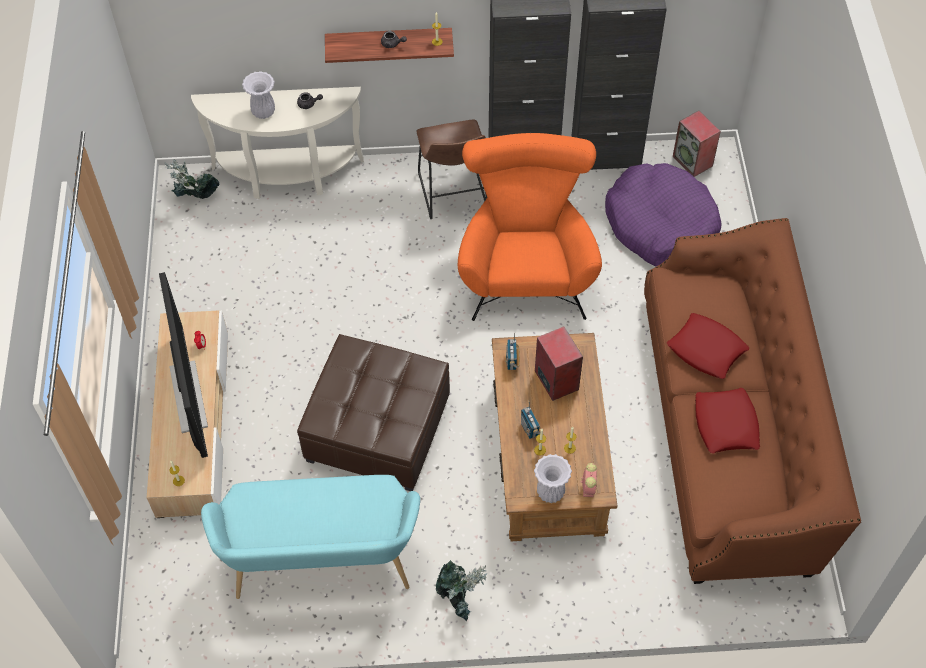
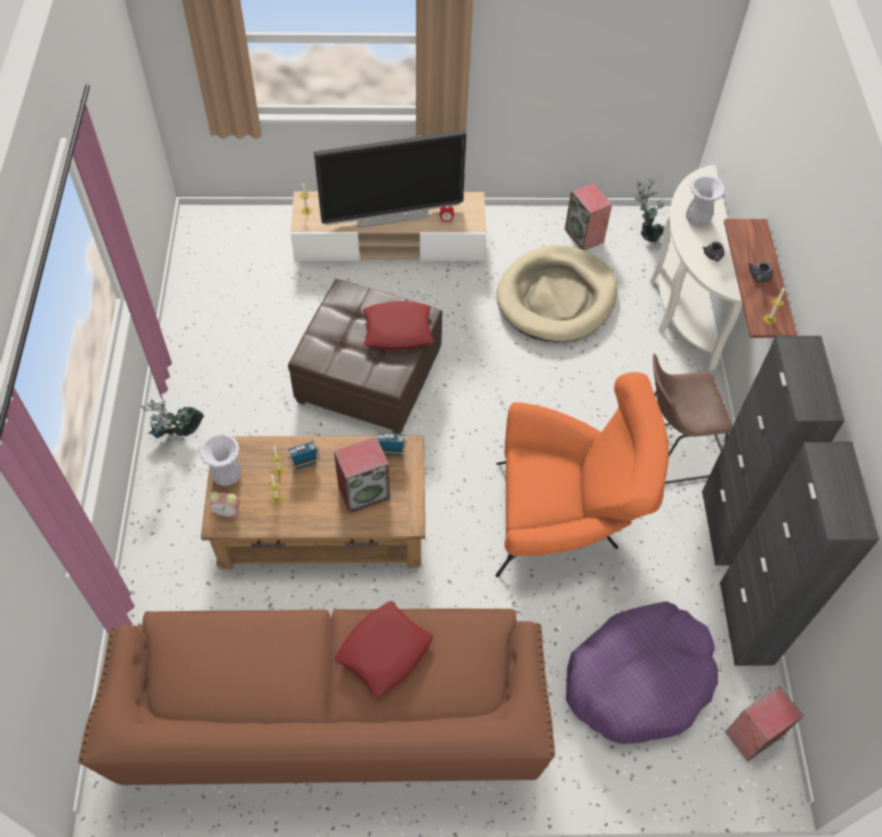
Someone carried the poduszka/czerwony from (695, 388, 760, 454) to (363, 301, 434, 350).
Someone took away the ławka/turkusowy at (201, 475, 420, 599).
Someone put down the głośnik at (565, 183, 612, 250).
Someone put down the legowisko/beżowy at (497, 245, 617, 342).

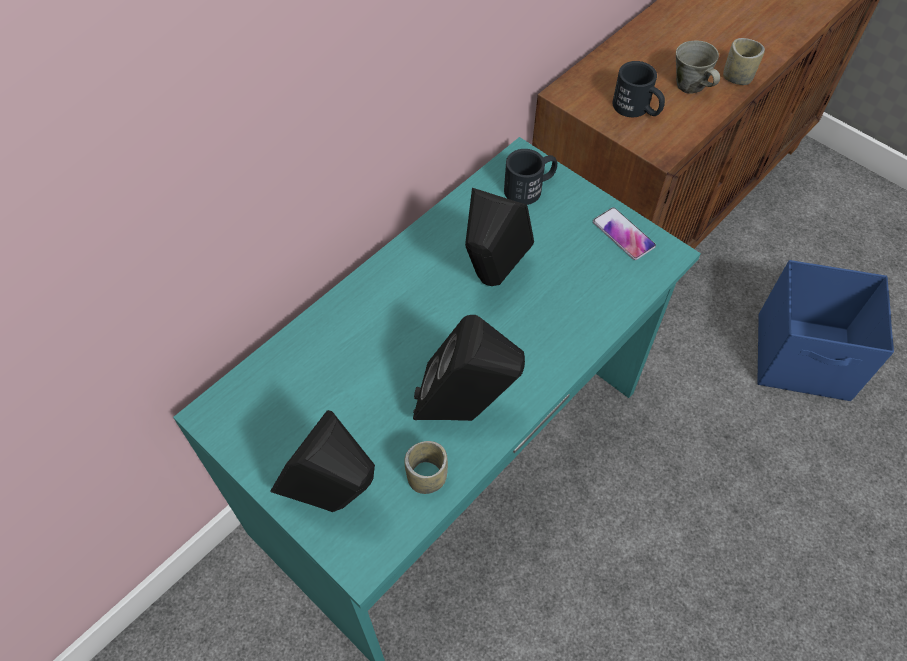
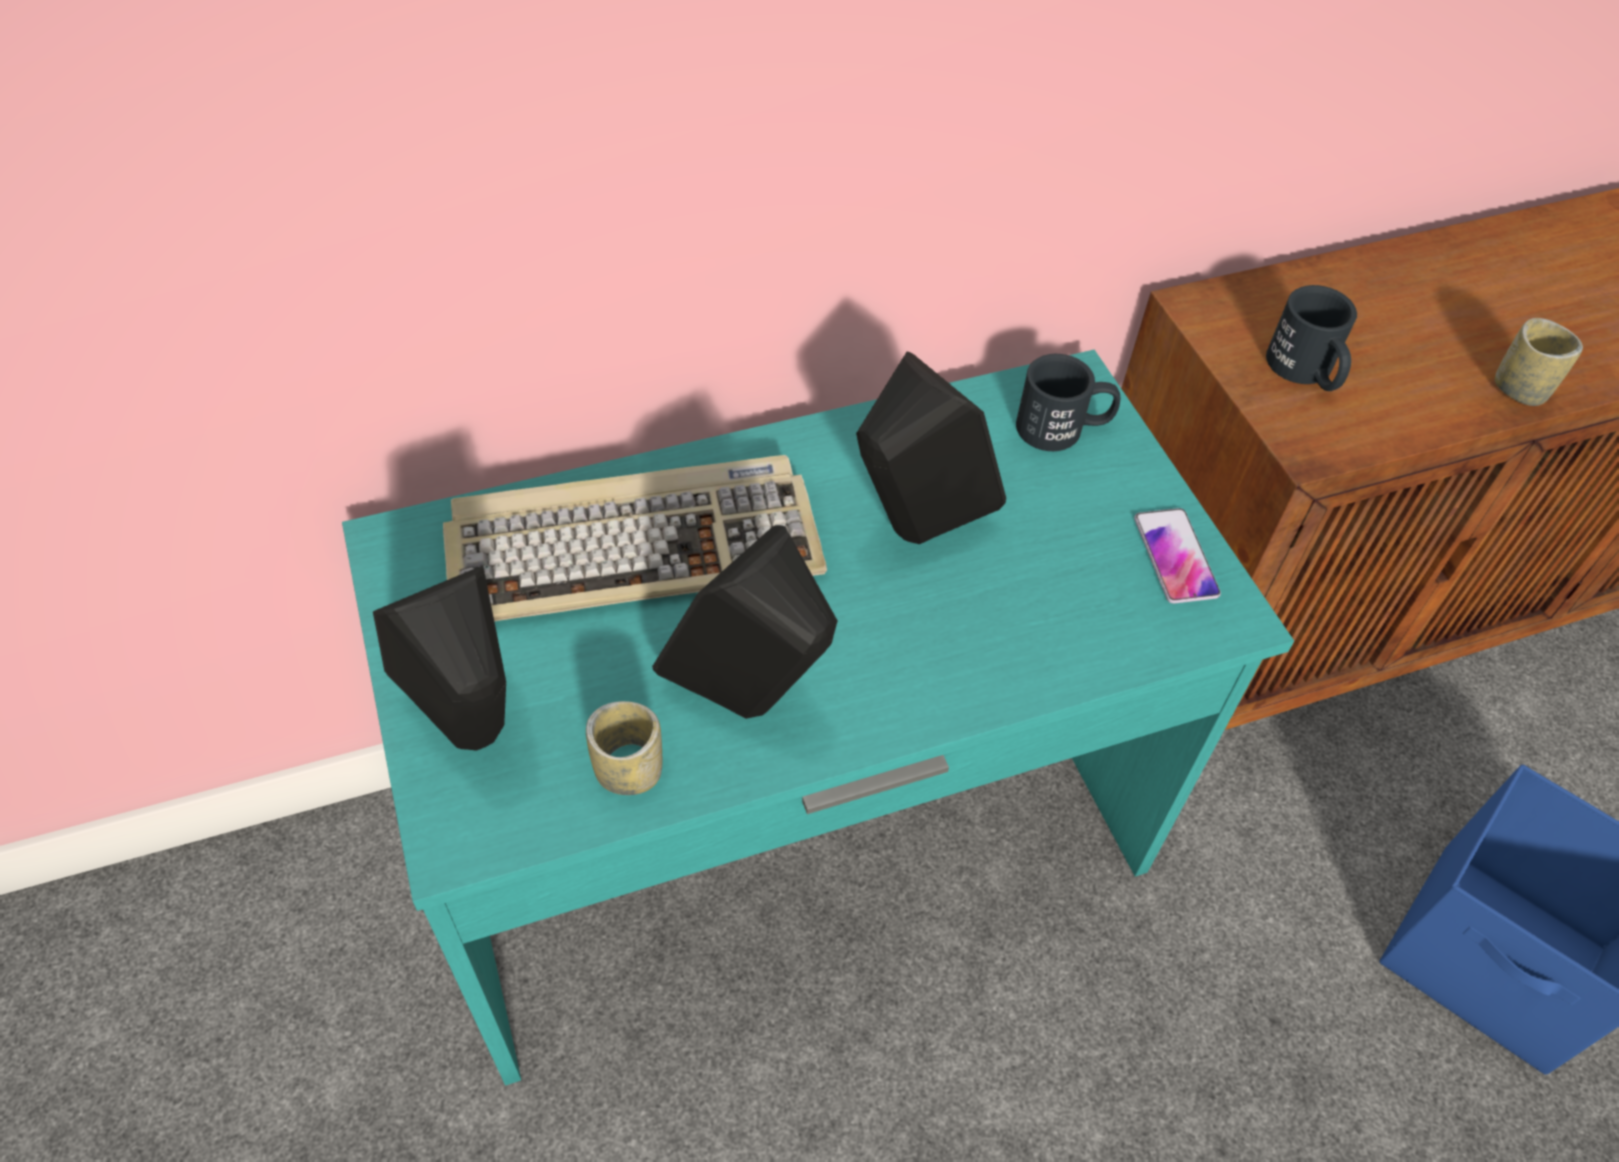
Someone took away the kubek/szary at (676, 41, 720, 94).
Someone put down the klawiatura at (443, 455, 827, 621).

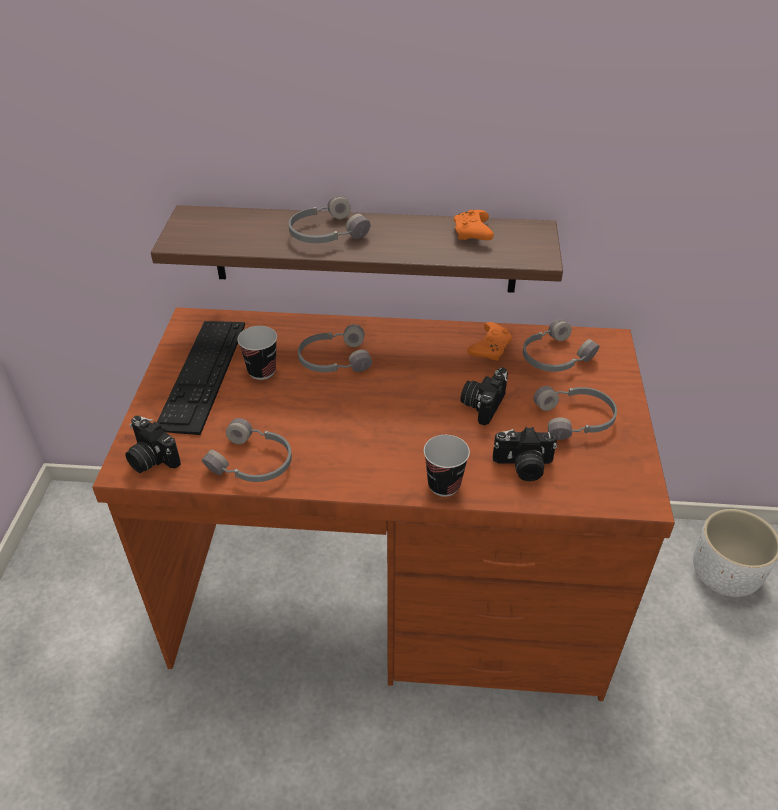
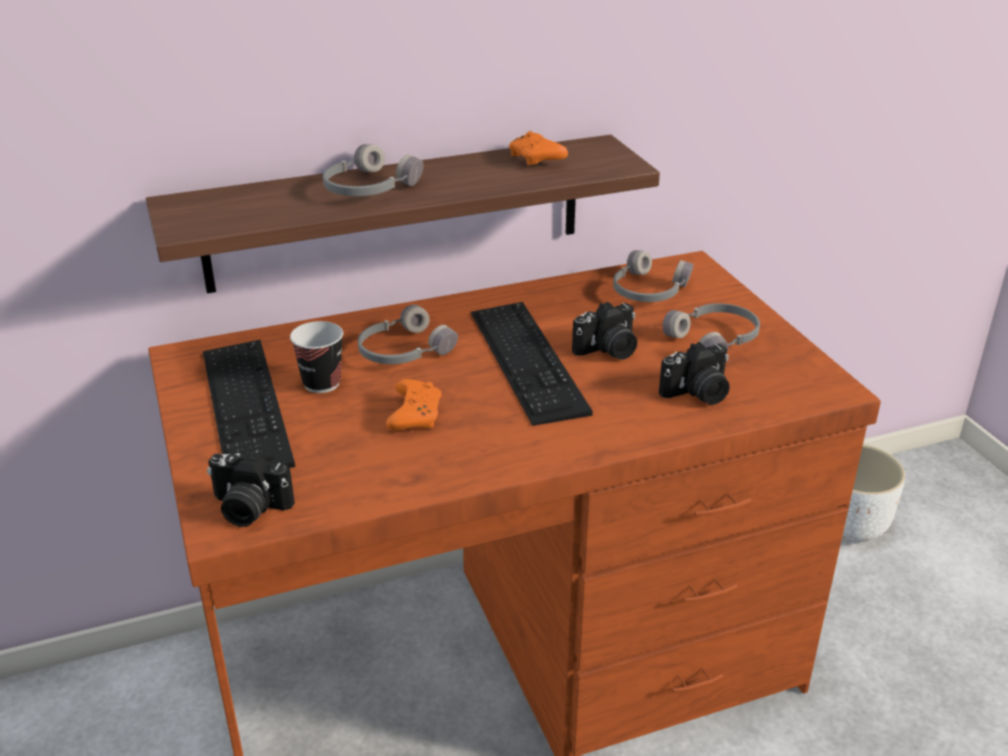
Someone carried the pad do gier/pomarańczowy from (467, 322, 512, 361) to (386, 379, 442, 430).
Someone rotated the aparat fotograficzny at (460, 367, 508, 426) by 120 degrees counterclockwise.
Someone took away the słuchawki/szary at (202, 418, 292, 482).
Someone took away the filiżanka at (424, 435, 470, 497).
Someone put down the klawiatura at (471, 302, 593, 426).

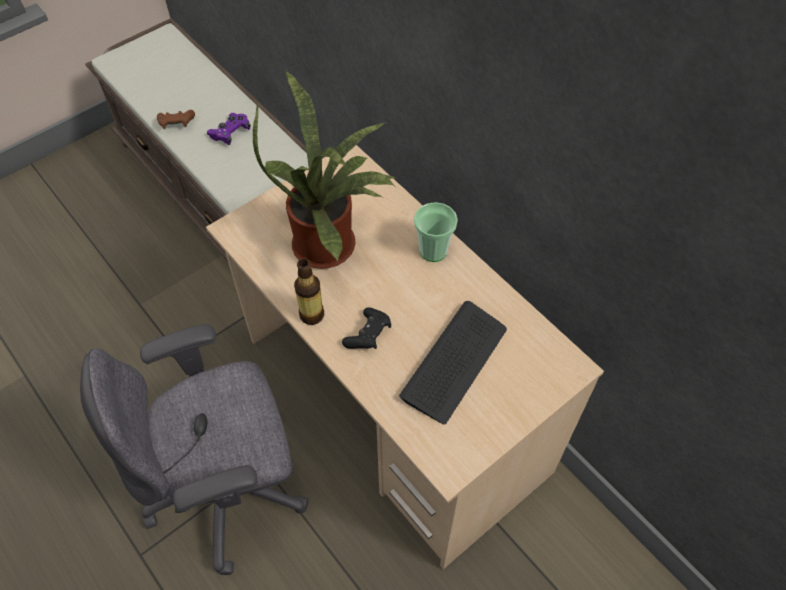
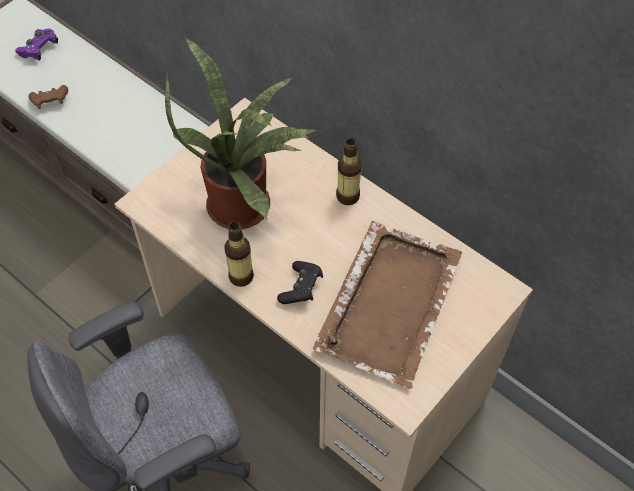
Someone carried the pad do gier/fioletowy from (207, 113, 251, 145) to (15, 29, 58, 60).
Someone swapped the filiżanka at (414, 202, 458, 262) for the butelka at (336, 138, 362, 205).
Someone swapped the klawiatura at (399, 301, 507, 424) for the taca/brązowy at (313, 221, 462, 389).

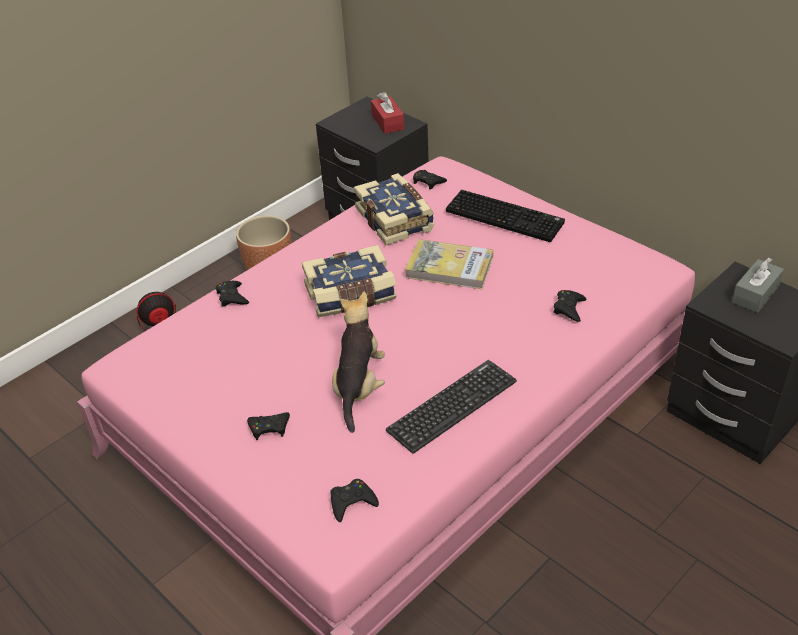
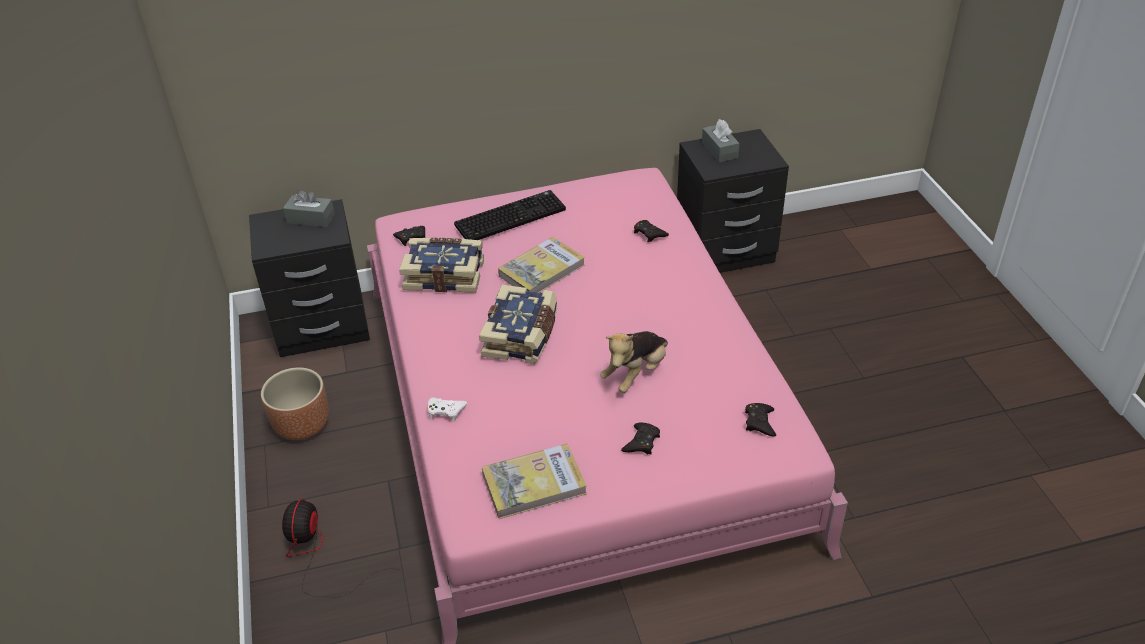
Someone repainted the pudełko chusteczek/czerwony at (371, 92, 405, 134), which became the pudełko chusteczek/szary at (283, 189, 335, 227).
Someone repainted the pad do gier/czarny at (216, 281, 249, 307), which became the pad do gier/biały at (428, 397, 468, 422).
Someone rotated the pluszak at (332, 291, 385, 433) by 90 degrees counterclockwise.
Someone took away the klawiatura at (386, 360, 517, 454).
Someone put down the książka at (482, 443, 587, 519).

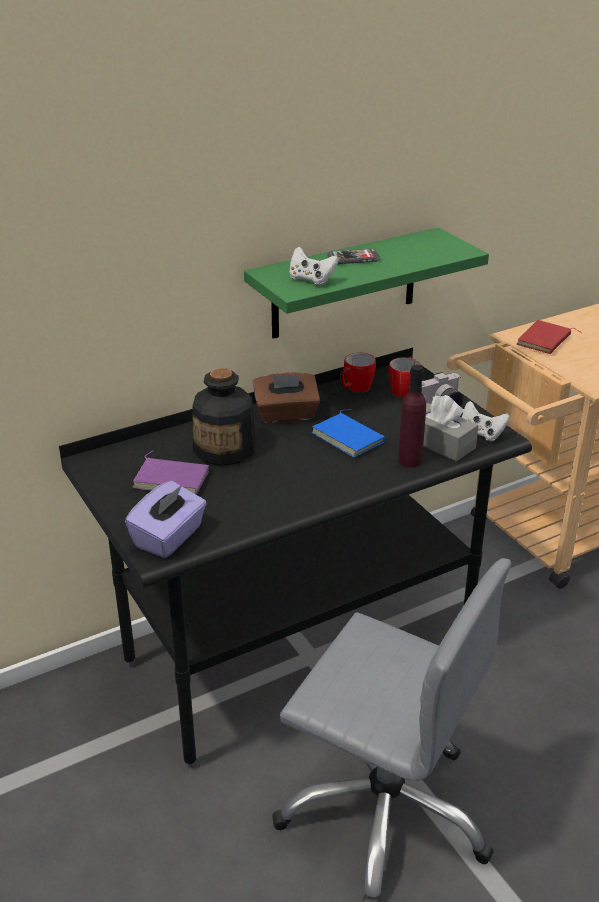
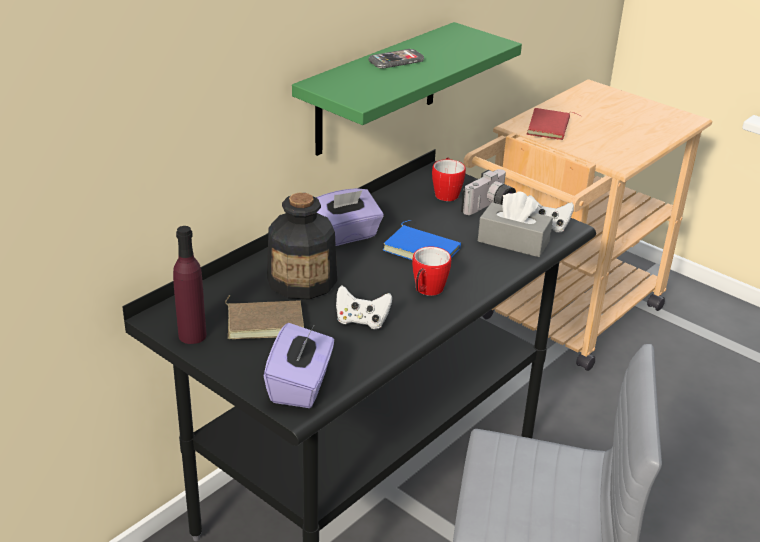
Someone carried the pad do gier/biały from (289, 247, 339, 285) to (336, 285, 392, 329).
Someone carried the kubek from (340, 353, 376, 392) to (412, 247, 451, 296).
Someone carried the butelka/fioletowy from (398, 365, 426, 468) to (173, 226, 207, 344).
Someone repainted the pudełko chusteczek/brązowy at (252, 373, 320, 423), which became the pudełko chusteczek/fioletowy at (316, 188, 384, 246).
Someone repainted the książka/fioletowy at (133, 451, 209, 495), which became the książka/brązowy at (225, 295, 304, 339).

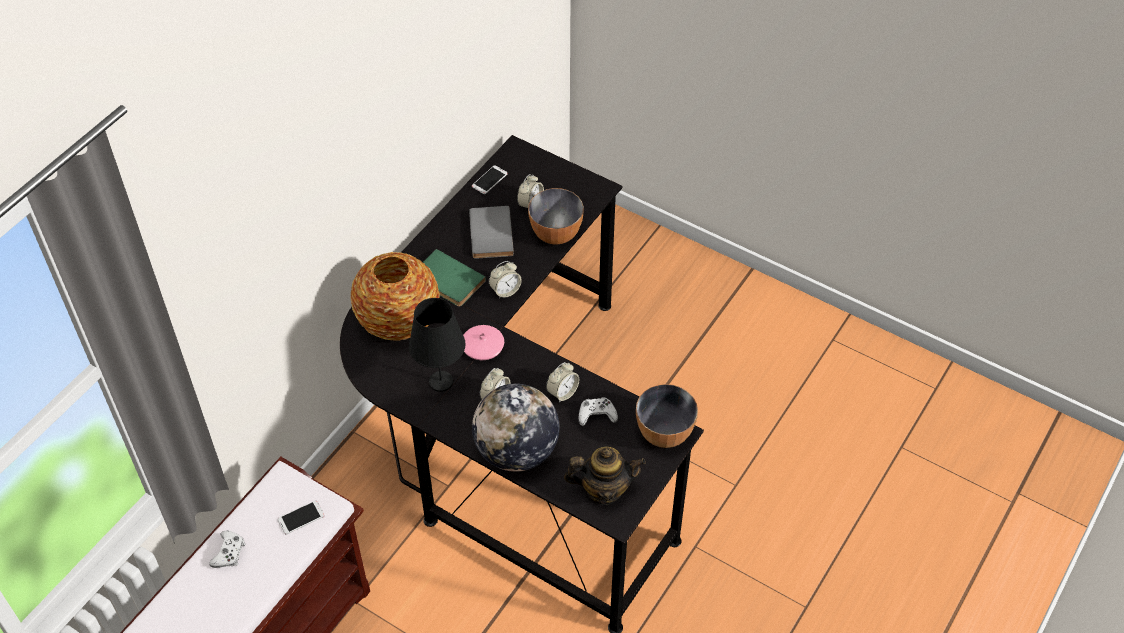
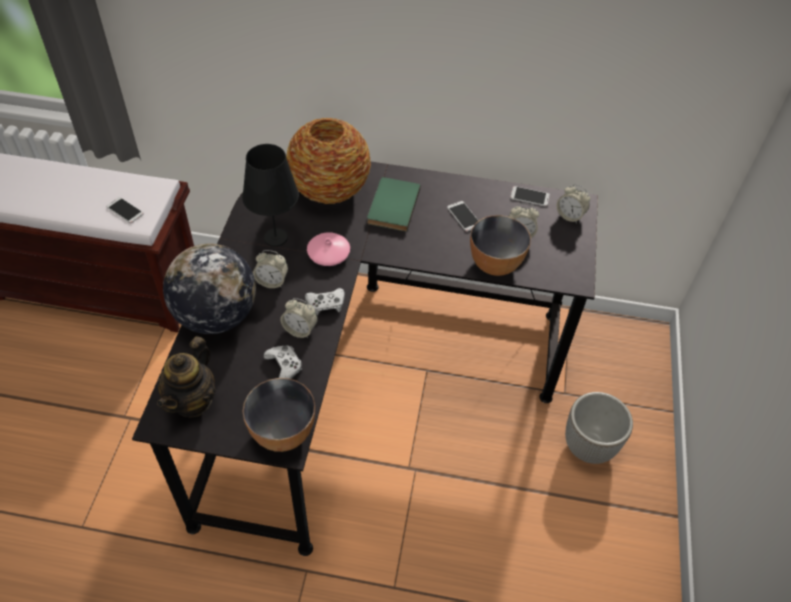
Someone swapped the książka/szary at (469, 206, 514, 259) for the telefon at (447, 201, 479, 232).
Someone carried the budzik from (489, 261, 522, 299) to (557, 184, 590, 224).
Someone rotated the imbryk at (564, 447, 646, 505) by 45 degrees clockwise.
Someone carried the pad do gier/biały from (209, 530, 245, 568) to (305, 288, 345, 315).
Someone put down the donica at (565, 392, 633, 464).

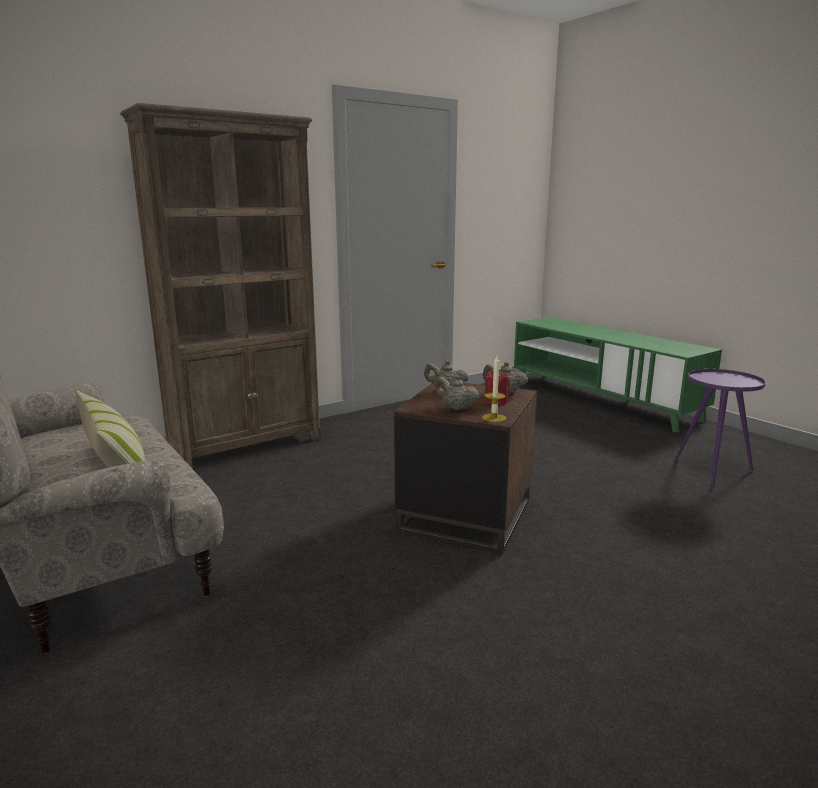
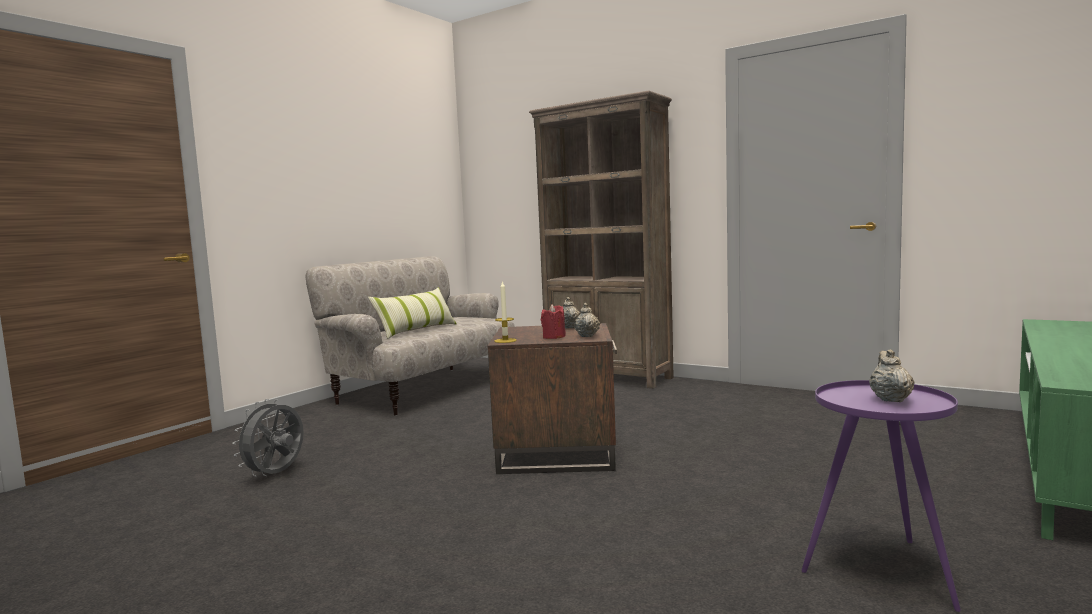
Someone carried the imbryk/beżowy from (435, 375, 480, 410) to (869, 349, 915, 402).
Someone put down the wentylator/szary at (232, 399, 304, 477).

